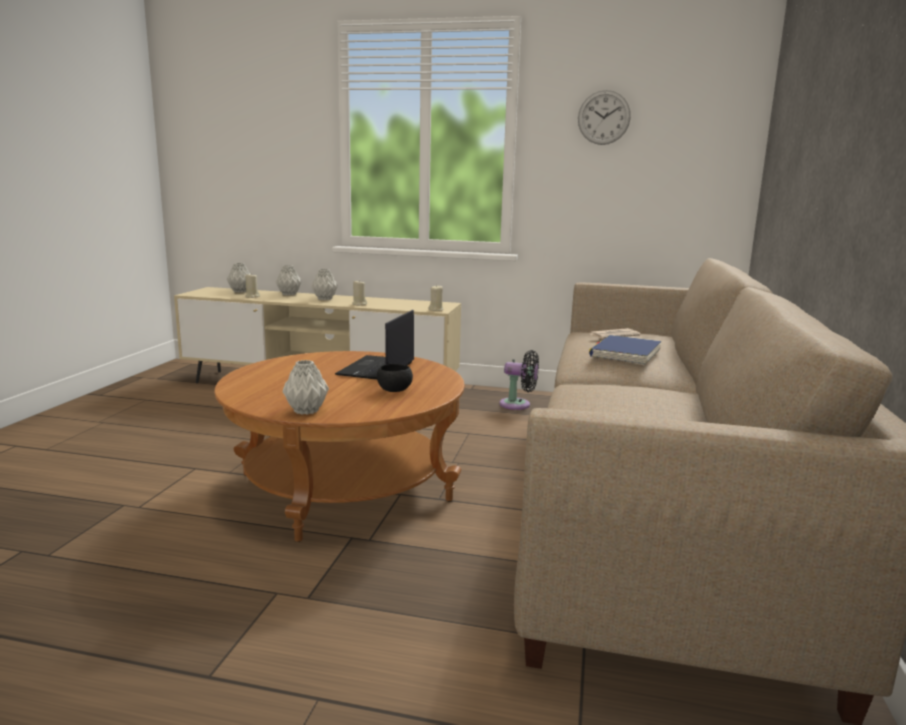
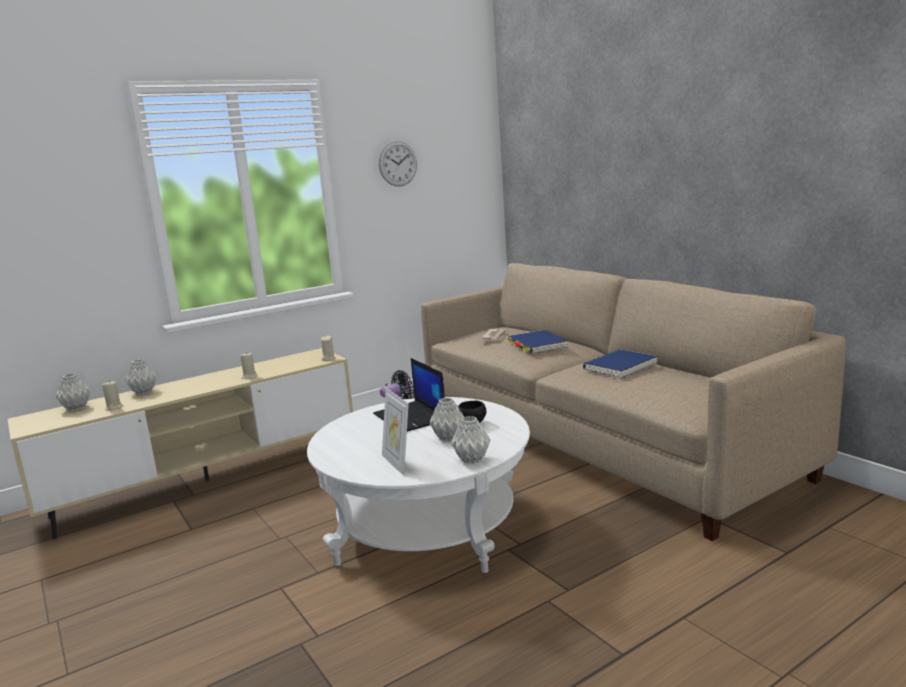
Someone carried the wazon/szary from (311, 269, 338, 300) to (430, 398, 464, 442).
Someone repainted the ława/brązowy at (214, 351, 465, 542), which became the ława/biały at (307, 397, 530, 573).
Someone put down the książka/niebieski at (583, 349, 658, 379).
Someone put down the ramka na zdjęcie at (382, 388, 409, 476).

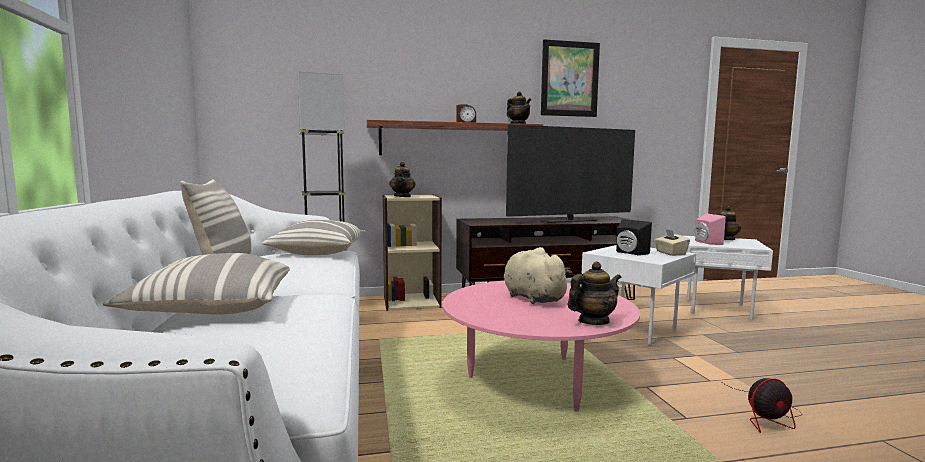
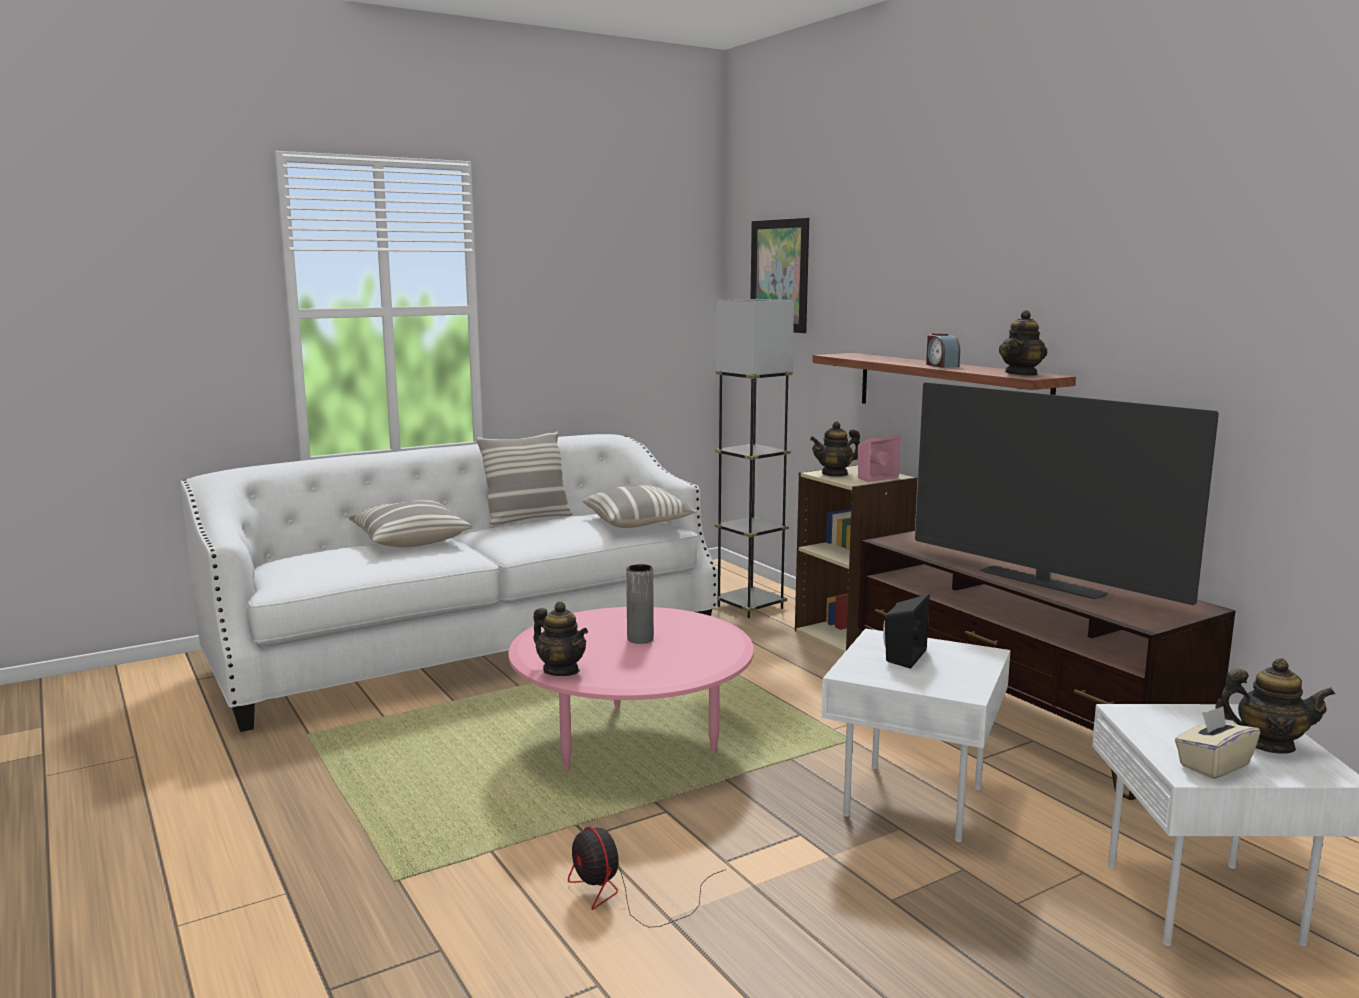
Someone carried the obraz from (541, 39, 600, 117) to (750, 218, 809, 333).
Someone carried the głośnik/różowy from (695, 213, 726, 245) to (858, 435, 901, 482).
Someone carried the pudełko chusteczek/beżowy from (654, 229, 690, 256) to (1175, 706, 1260, 779).
Someone swapped the pluszak/beżowy at (504, 247, 572, 304) for the wazon/szary at (626, 564, 654, 644).

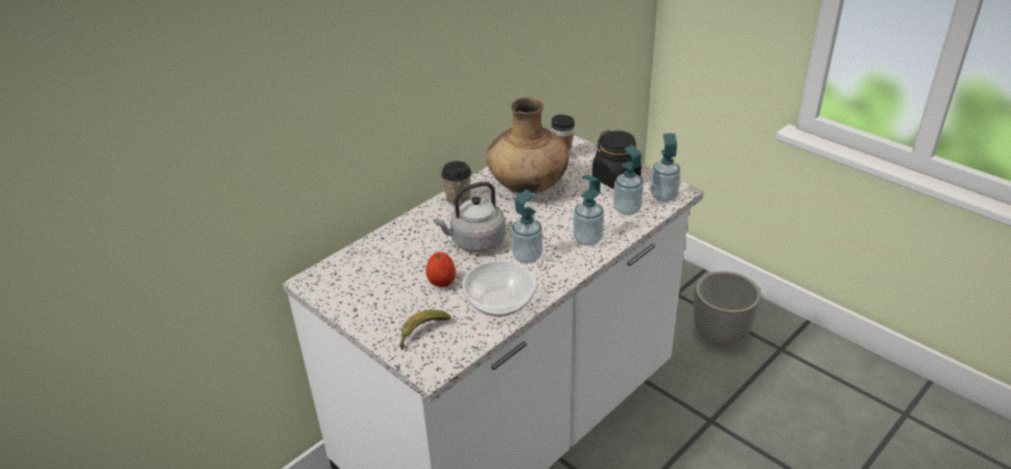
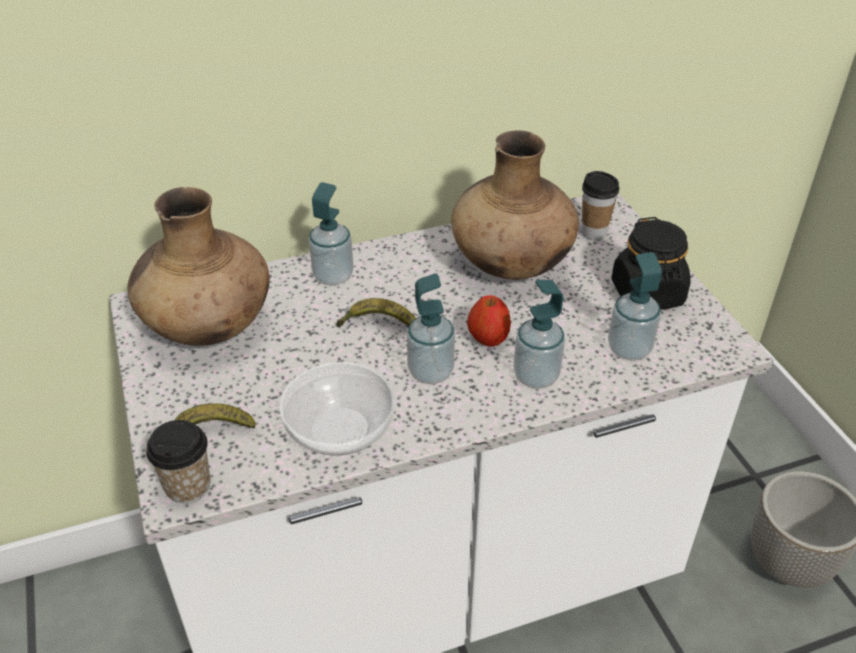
Someone carried the dozownik mydła from (651, 133, 681, 202) to (309, 182, 354, 286).
Someone carried the filiżanka from (441, 161, 471, 206) to (146, 420, 210, 504).
Someone swapped the czajnik/szary at (433, 181, 506, 252) for the banan at (336, 298, 416, 327).
Someone carried the jabłko from (426, 252, 456, 287) to (467, 295, 511, 347).
Someone put down the wazon/brązowy at (127, 187, 269, 346).

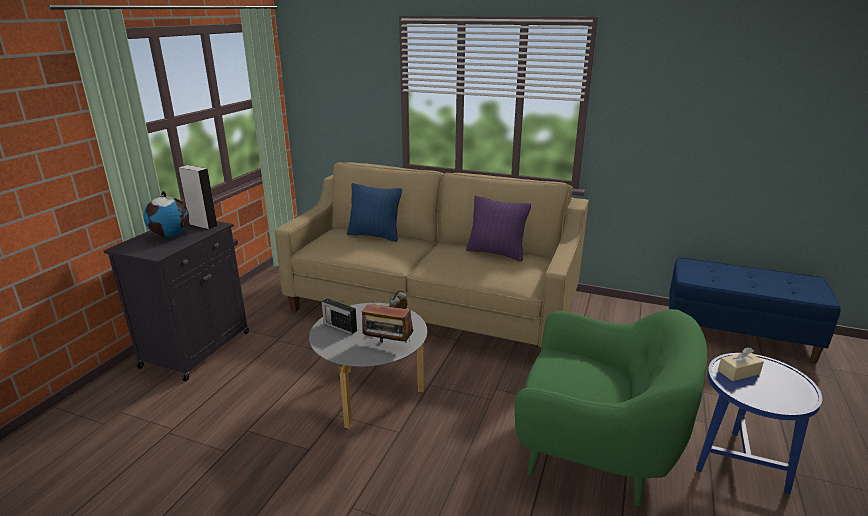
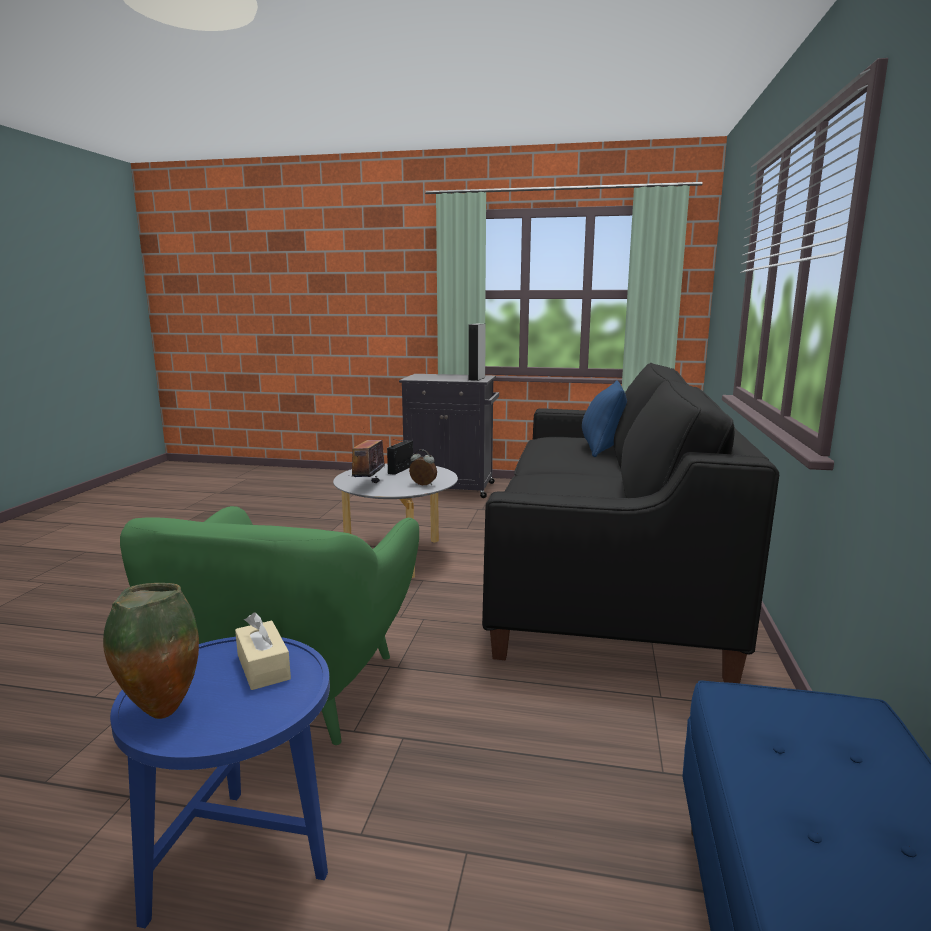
Someone repainted the kanapa/beżowy at (275, 162, 589, 347), which became the kanapa/czarny at (482, 363, 779, 683).
Someone took away the globus at (143, 191, 189, 237).
Someone took away the poduszka/fioletowy at (466, 196, 531, 262).
Someone put down the wazon at (103, 583, 199, 719).

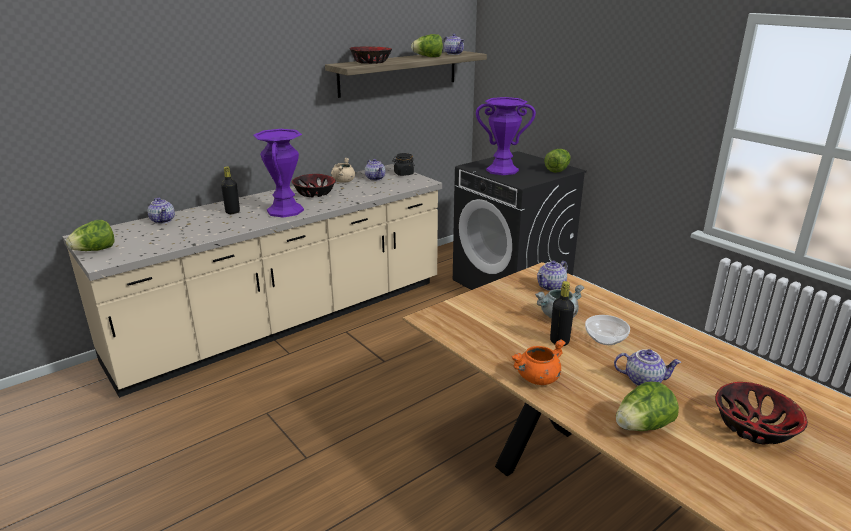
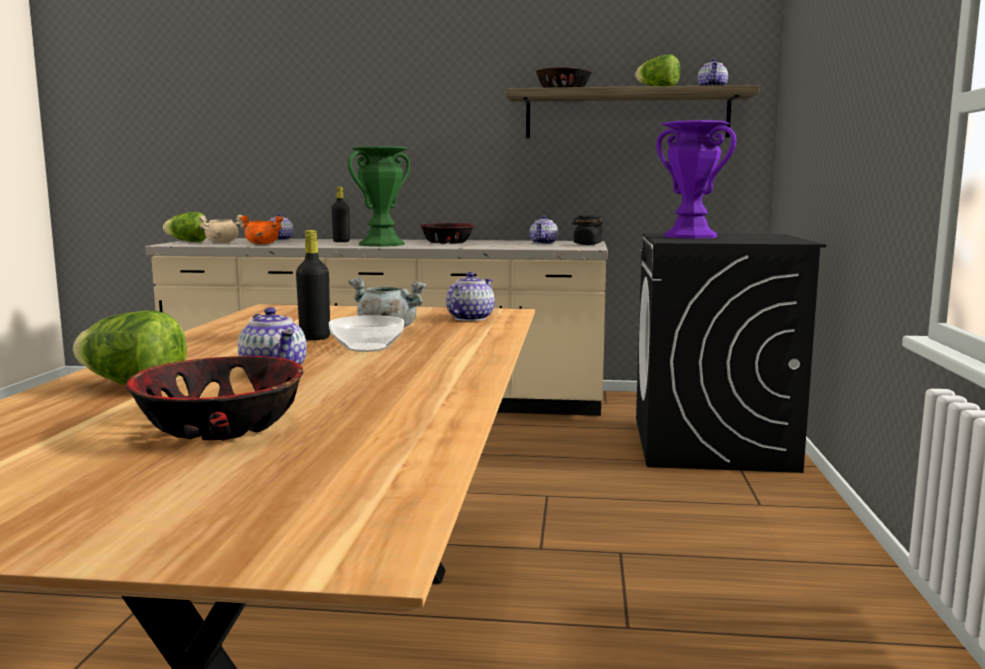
Someone repainted the wazon/fioletowy at (253, 129, 304, 218), which became the wazon/zielony at (348, 146, 410, 247).
Someone took away the sałata at (544, 149, 571, 173).
Someone carried the garnek/beżowy from (331, 158, 355, 183) to (198, 215, 243, 243).
Someone rotated the imbryk at (537, 261, 568, 291) by 120 degrees clockwise.
Someone carried the garnek/pomarańczowy from (511, 339, 566, 385) to (239, 216, 284, 244).

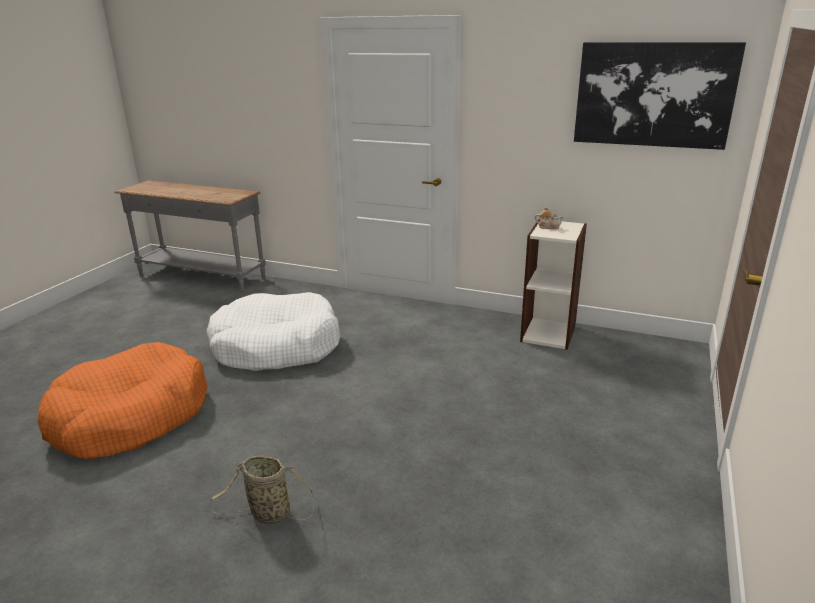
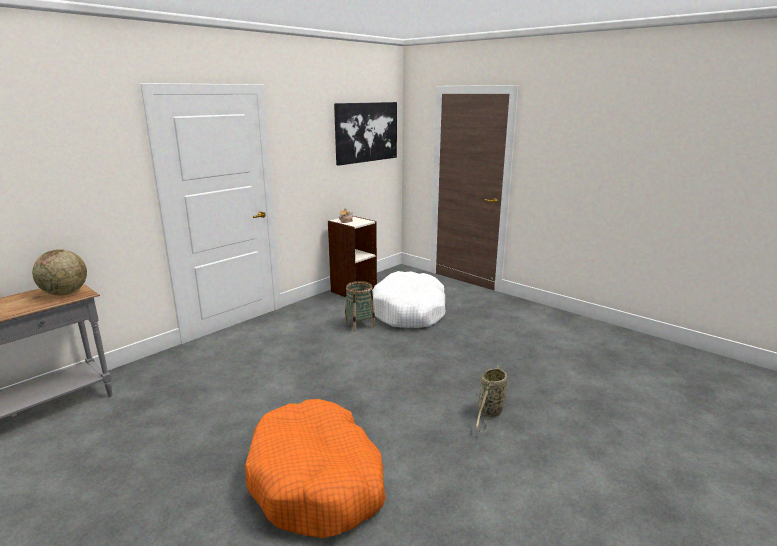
Someone carried the legowisko/biały from (207, 292, 340, 371) to (373, 271, 445, 328).
Someone put down the globus at (32, 249, 87, 295).
Someone put down the koszyk at (345, 281, 375, 332).

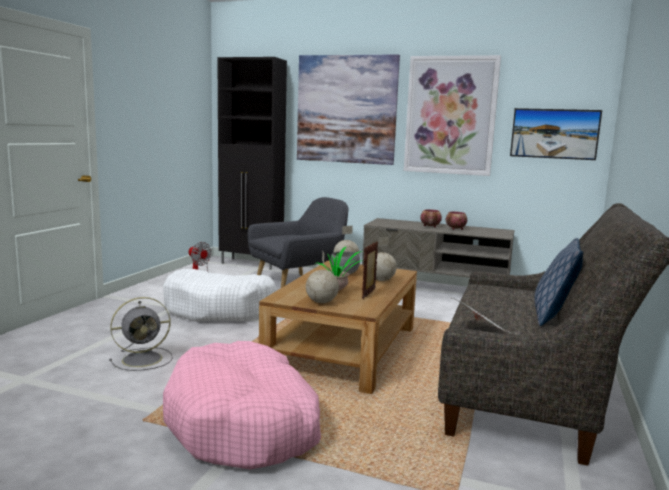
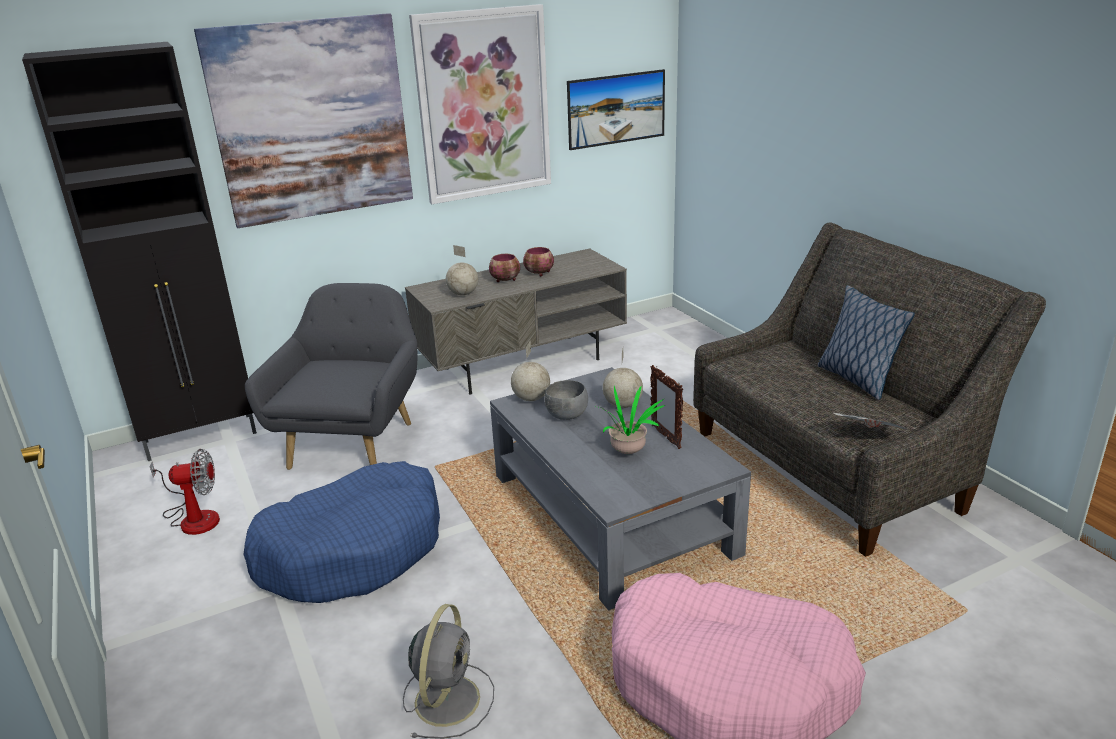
Someone carried the globus from (306, 252, 339, 303) to (446, 245, 478, 295).
Someone repainted the ława/brązowy at (259, 261, 417, 394), which became the ława/szary at (490, 367, 751, 610).
Someone repainted the legowisko/biały at (163, 269, 277, 321), which became the legowisko/niebieski at (243, 461, 440, 603).

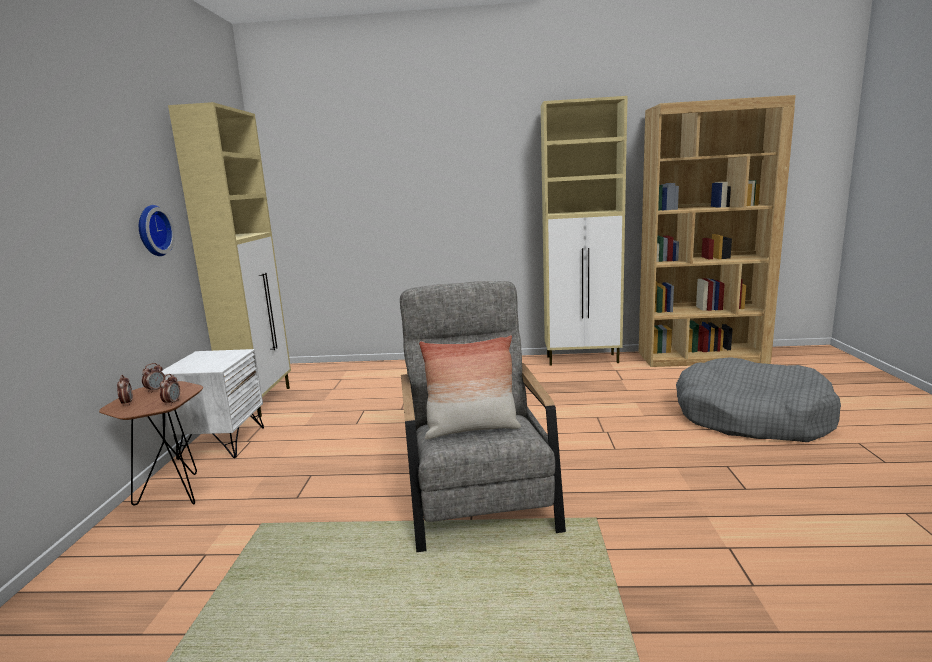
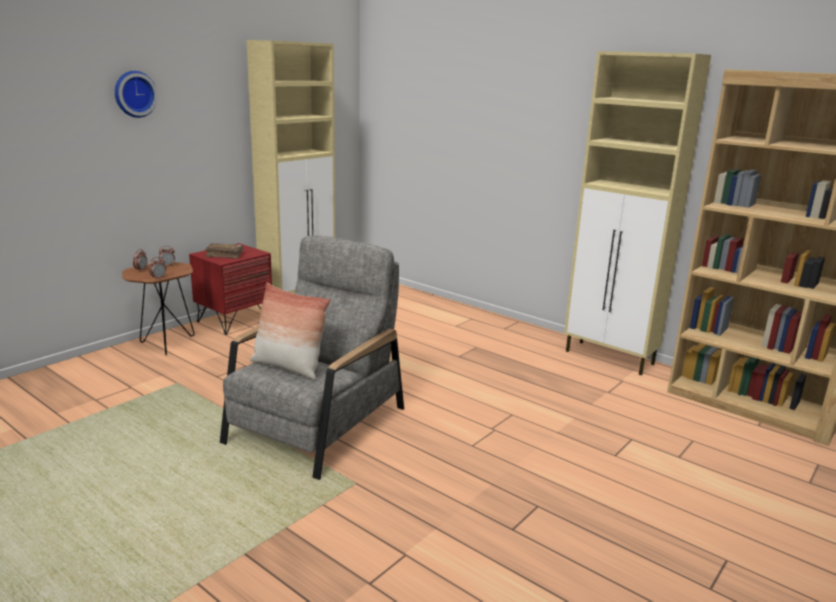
Someone carried the zegar ścienny from (139, 205, 175, 256) to (115, 71, 158, 118).
Someone repainted the szafka nocna/biały at (161, 349, 264, 460), which became the szafka nocna/czerwony at (189, 243, 272, 335).
Someone took away the legowisko/szary at (676, 357, 841, 442).
Someone put down the książka/brązowy at (205, 243, 243, 259).

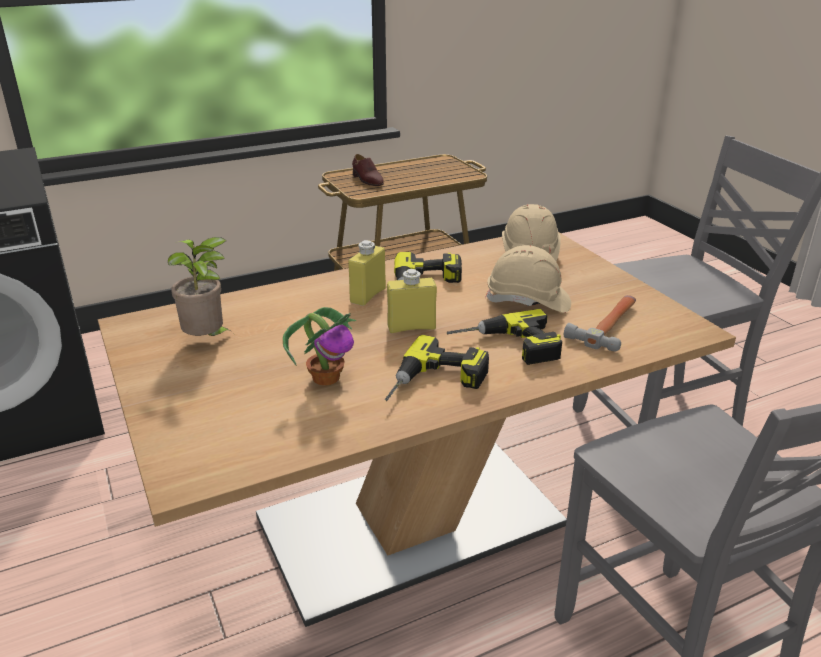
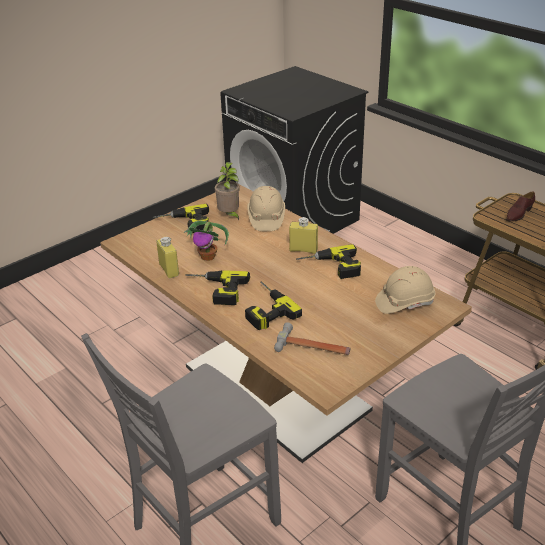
Someone carried the kask/beżowy from (485, 245, 571, 313) to (247, 186, 285, 231).
Someone carried the butelka/żółty from (387, 269, 437, 333) to (156, 237, 179, 278).
Someone put down the wiertarka at (153, 204, 209, 233).

